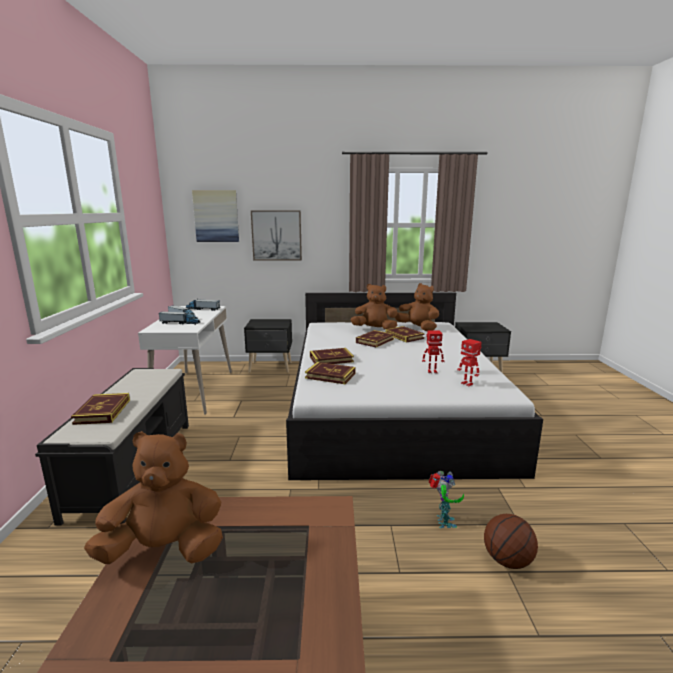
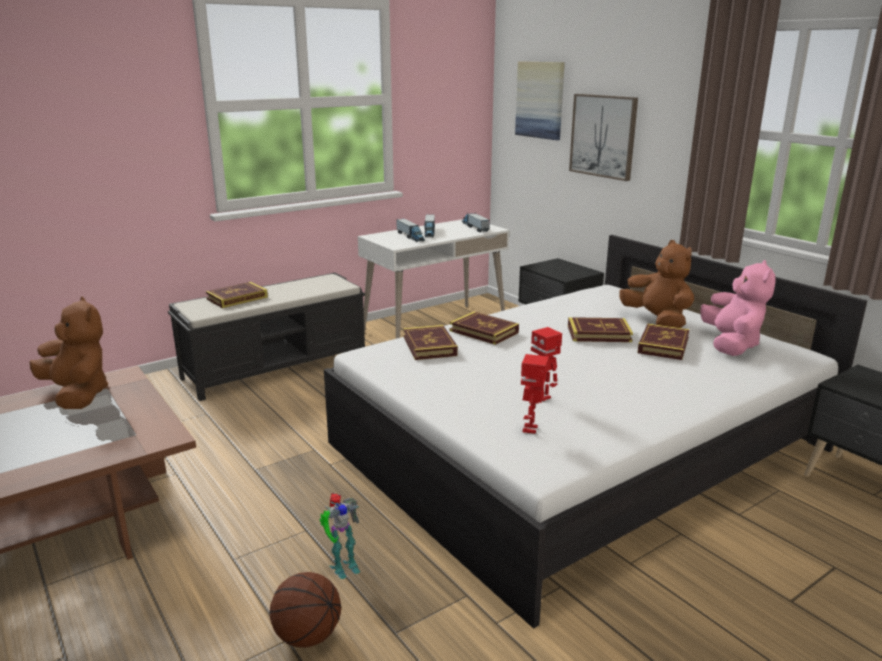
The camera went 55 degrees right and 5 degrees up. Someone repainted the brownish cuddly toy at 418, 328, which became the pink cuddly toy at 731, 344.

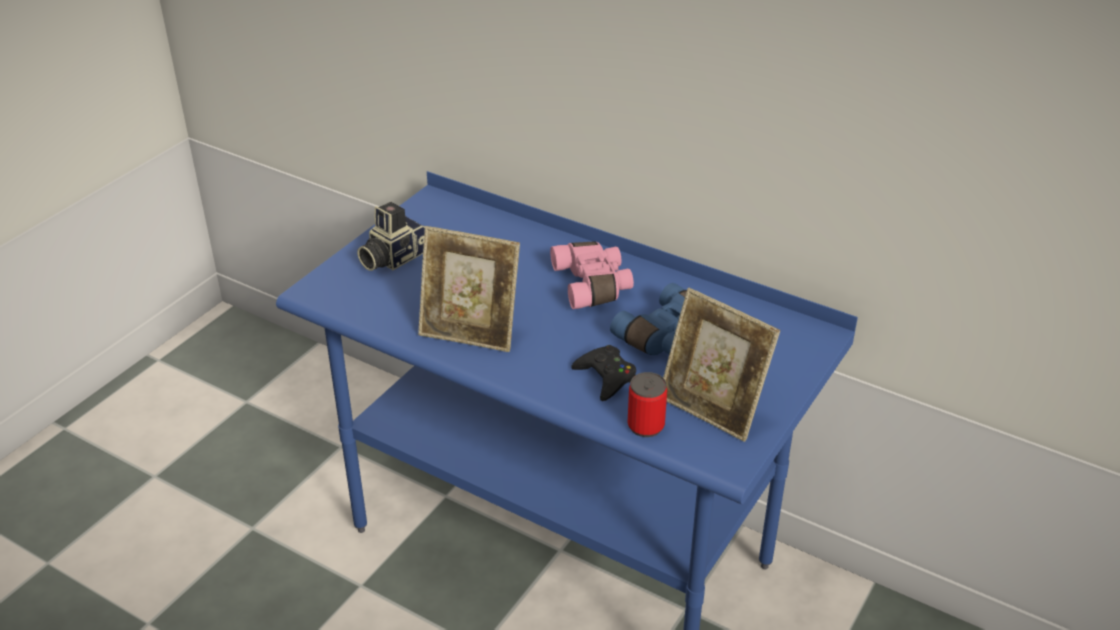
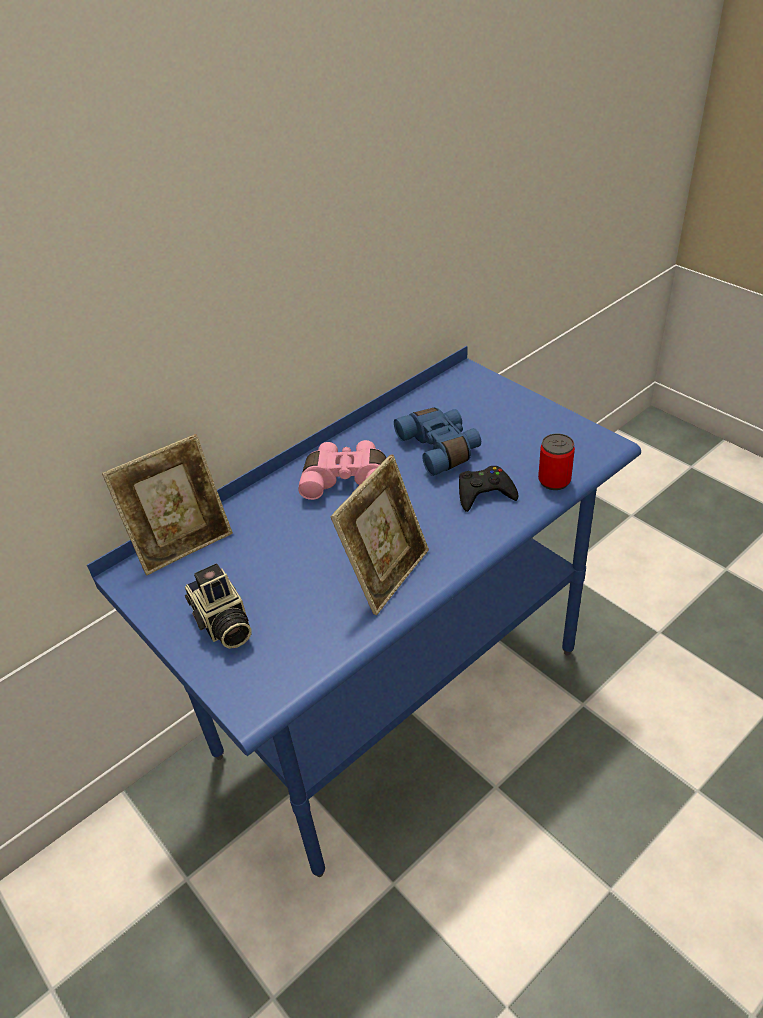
The camera went 70 degrees left and 5 degrees up. Someone carried the picture frame from 712, 409 to 183, 544.

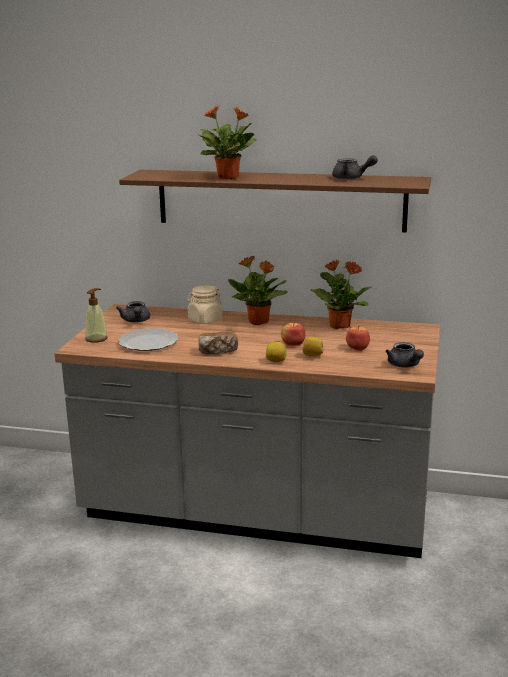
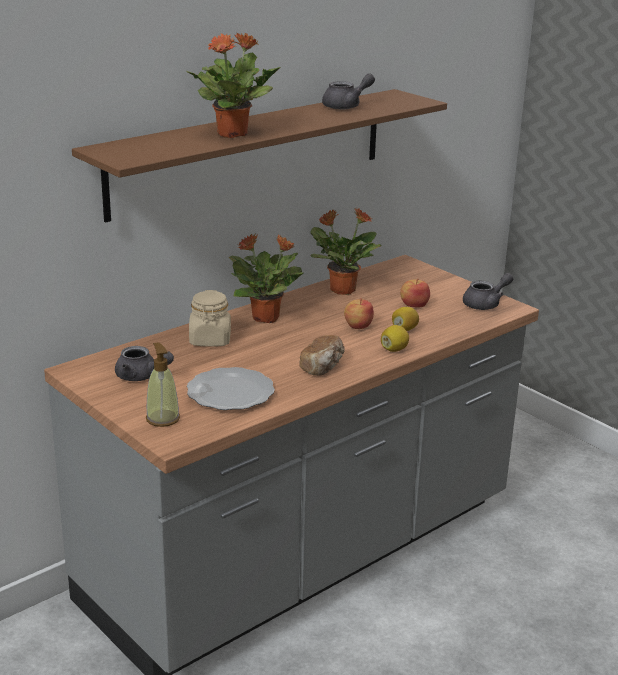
The camera went 55 degrees left and 5 degrees up. Someone rotated the grey pot for tea at 405, 365 by 45 degrees counterclockwise.

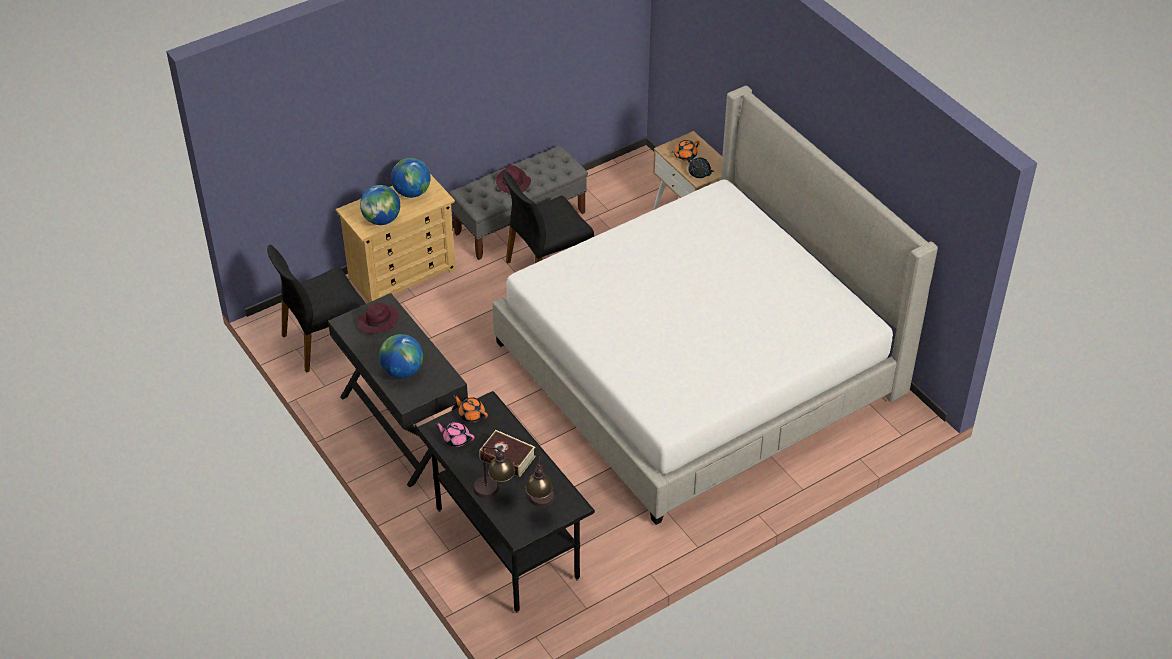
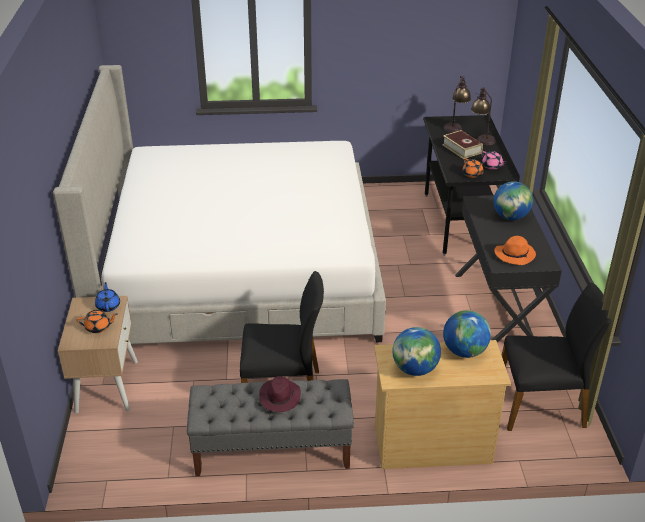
The camera went 150 degrees left and 10 degrees down. Someone repainted the purple-coloured wearable hat at 378, 322, which became the orange-coloured wearable hat at 515, 254. Someone repainted the black pot for tea at 699, 173, which became the blue pot for tea at 108, 306.

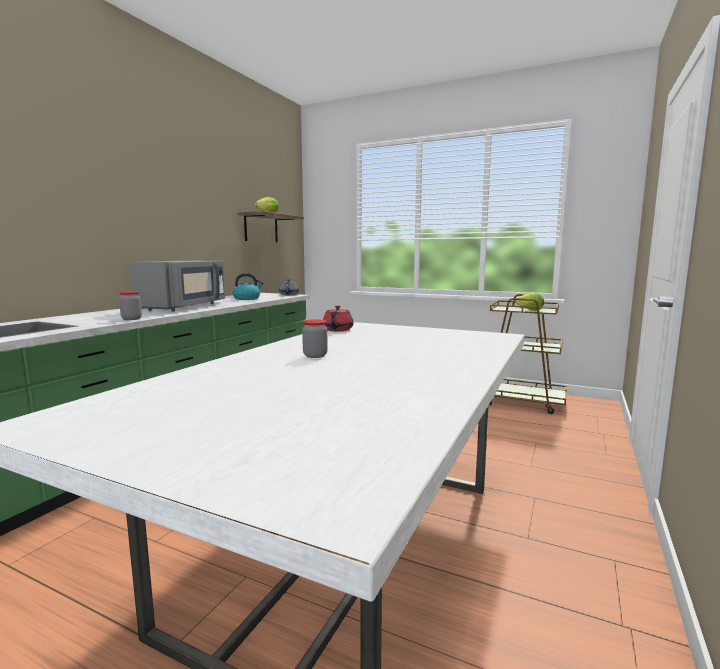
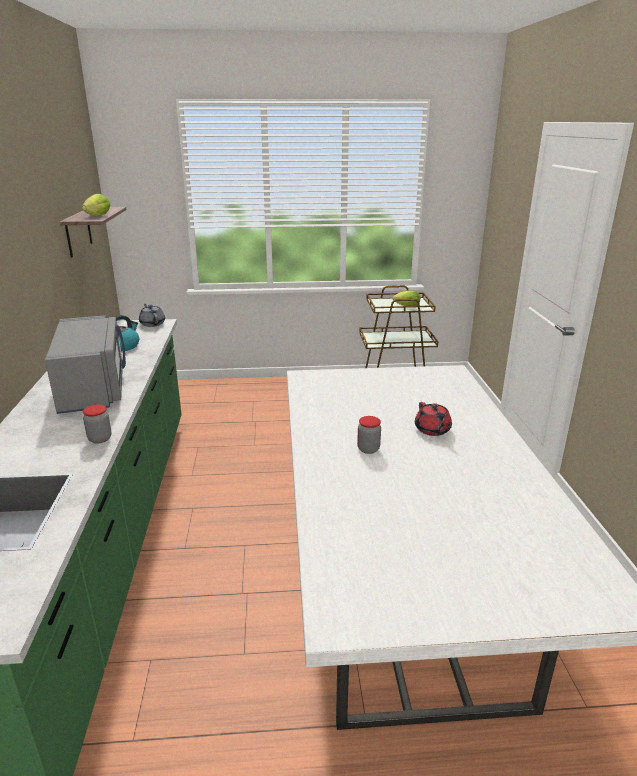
The camera went 30 degrees left and 15 degrees up. Someone carried the red pot for tea from 337, 330 to 432, 430.

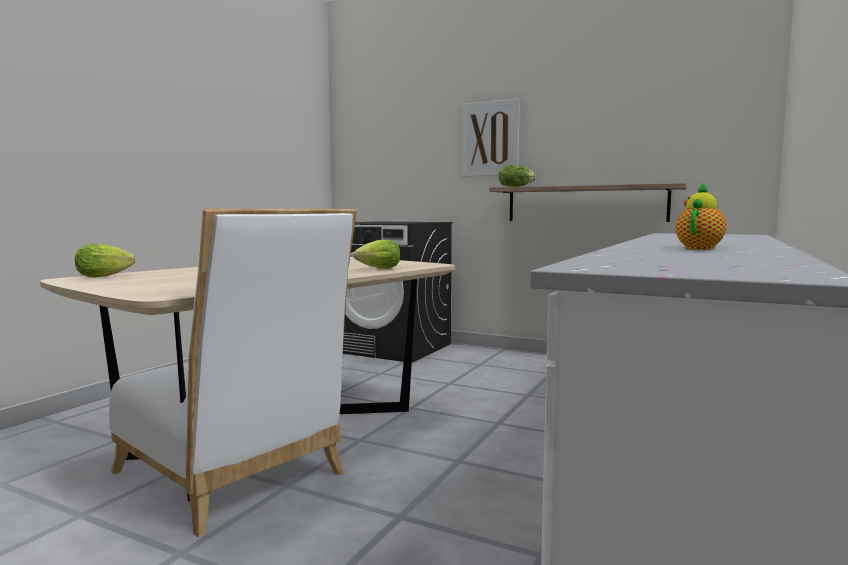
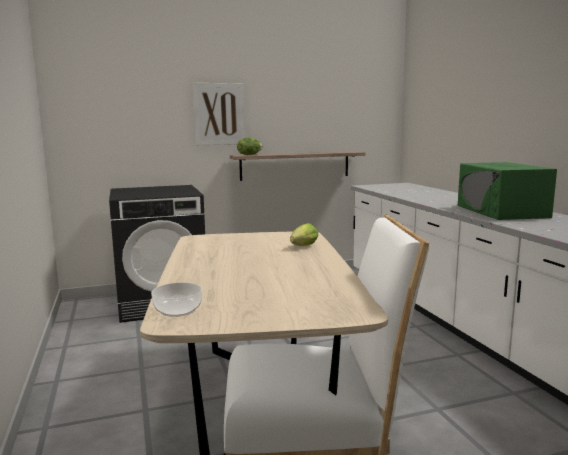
The camera went 45 degrees left and 5 degrees up. Someone swapped the head of lettuce at 107, 276 for the serving bowl at 177, 310. Someone swapped the pot for tea at 700, 248 for the green-coloured microwave oven at 501, 211.

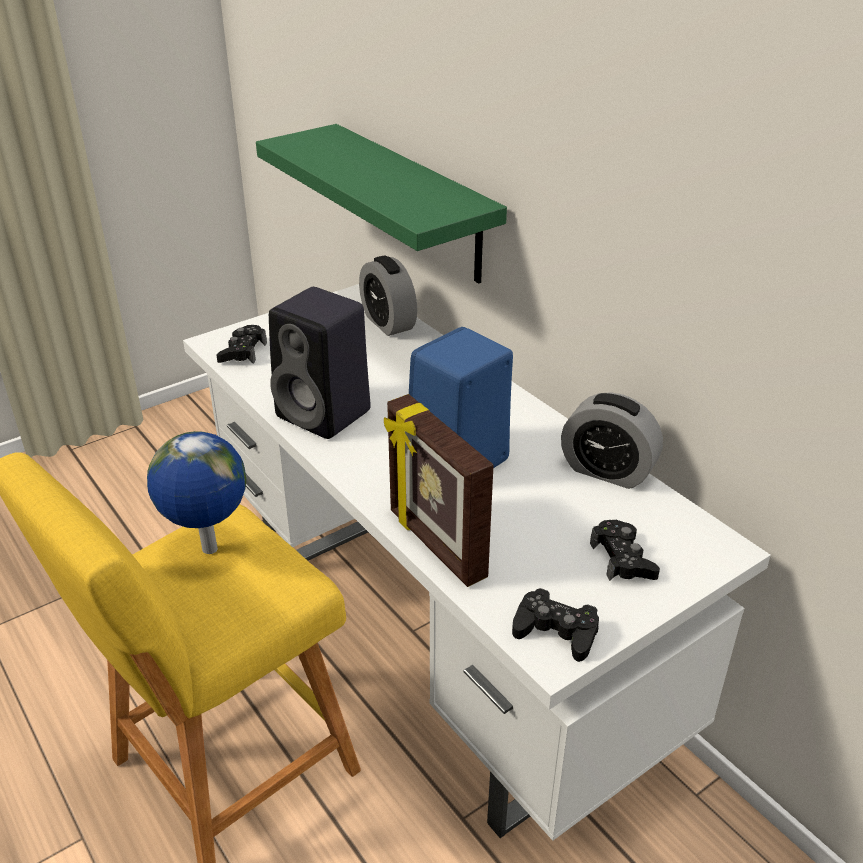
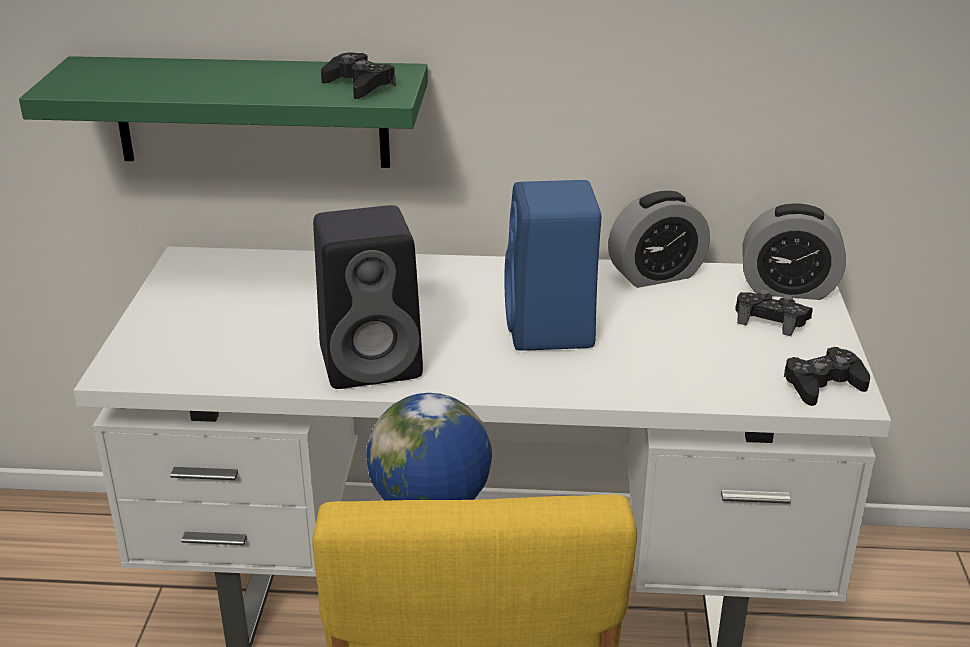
The camera went 50 degrees left and 5 degrees down. Someone took away the picture frame at 435, 545. Someone carried the black game controller from 243, 352 to 359, 85. Someone carried the table clock from 388, 323 to 788, 289.

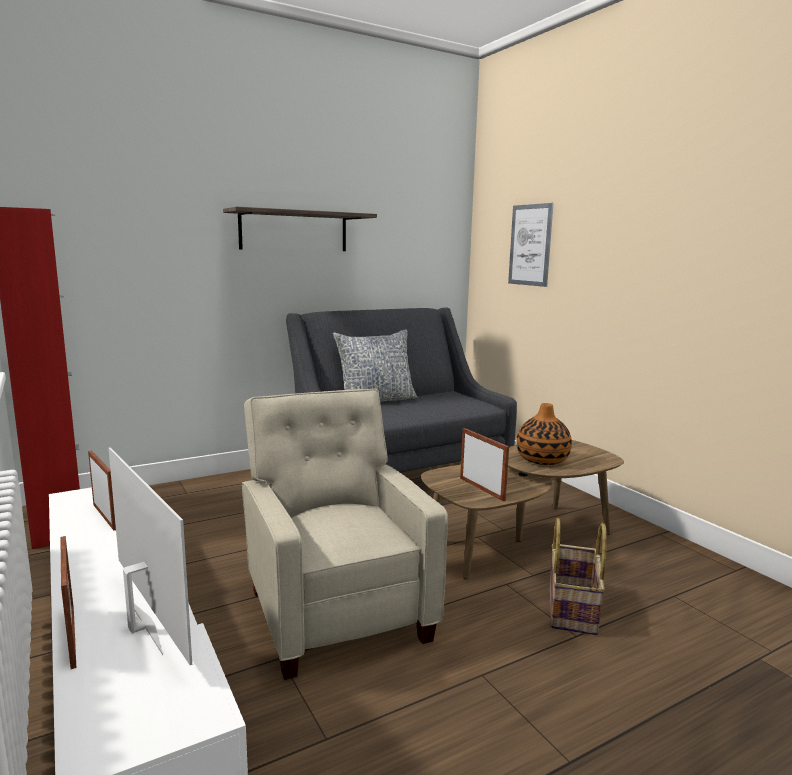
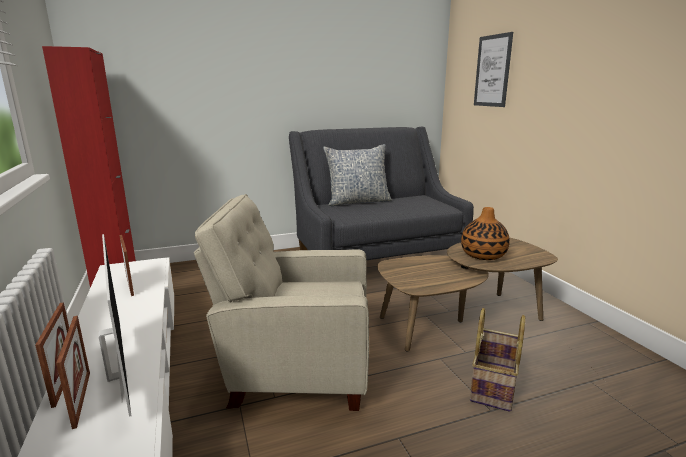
The camera went 10 degrees right and 5 degrees up. Someone took away the wall shelf at 294, 231. Someone carried the picture frame from 481, 489 to 81, 398. Someone rotated the beige easy chair at 336, 610 by 75 degrees counterclockwise.

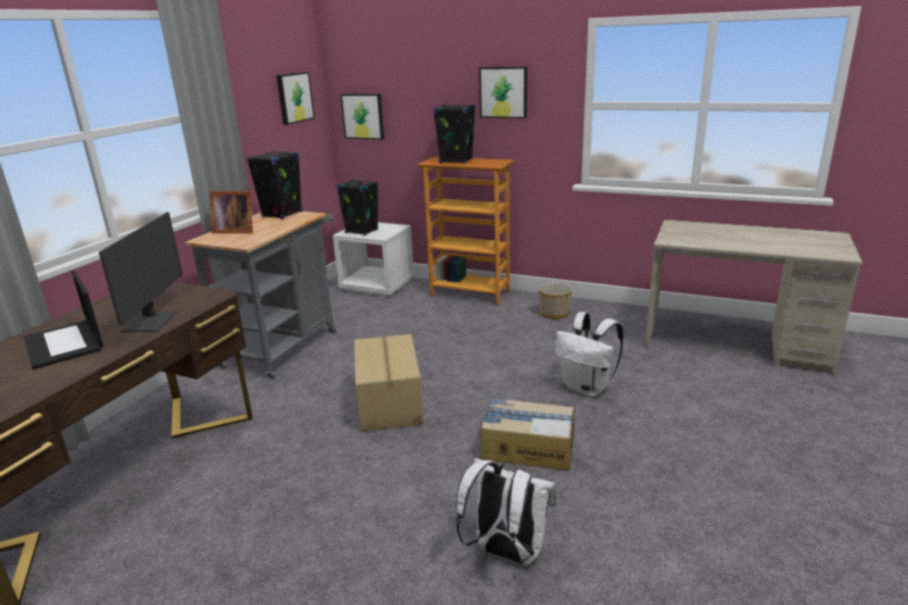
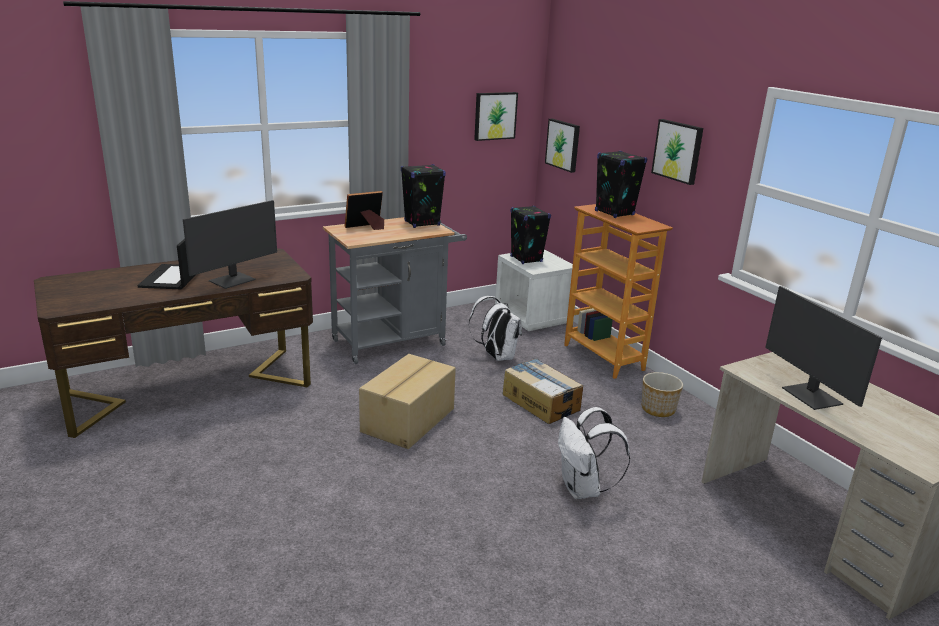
The camera went 35 degrees right and 0 degrees up. Someone put down the monitor at 810, 396. Someone carried the whitish backpack from 505, 552 to 496, 356. Someone carried the packing box from 527, 447 to 541, 402. Someone rotated the picture frame at 234, 231 by 105 degrees clockwise.

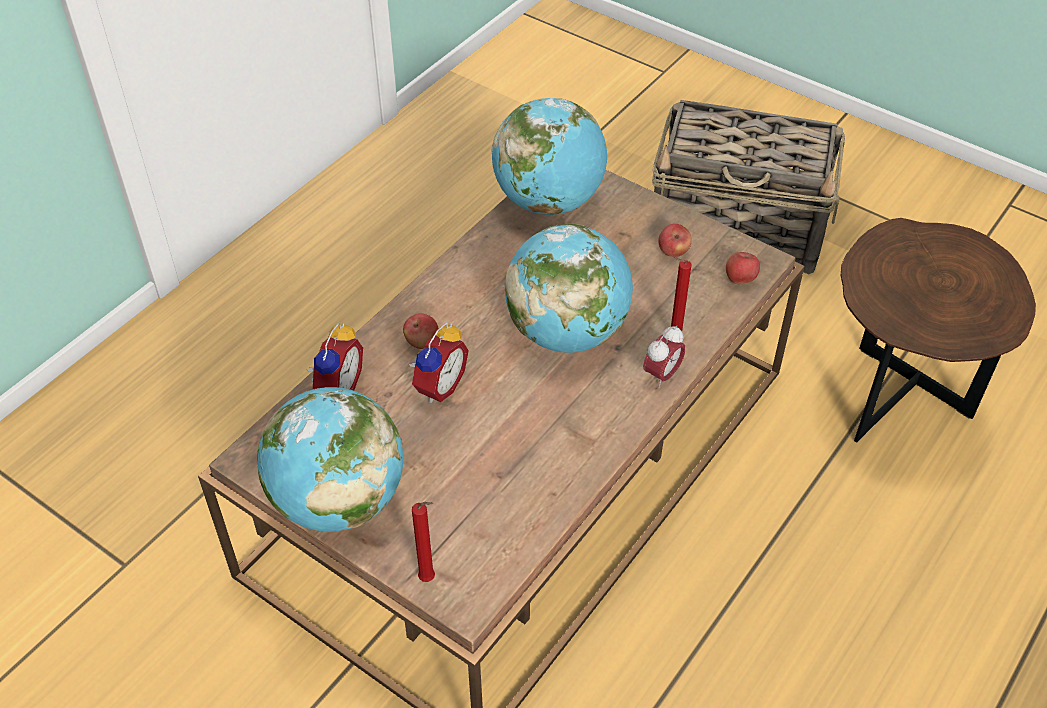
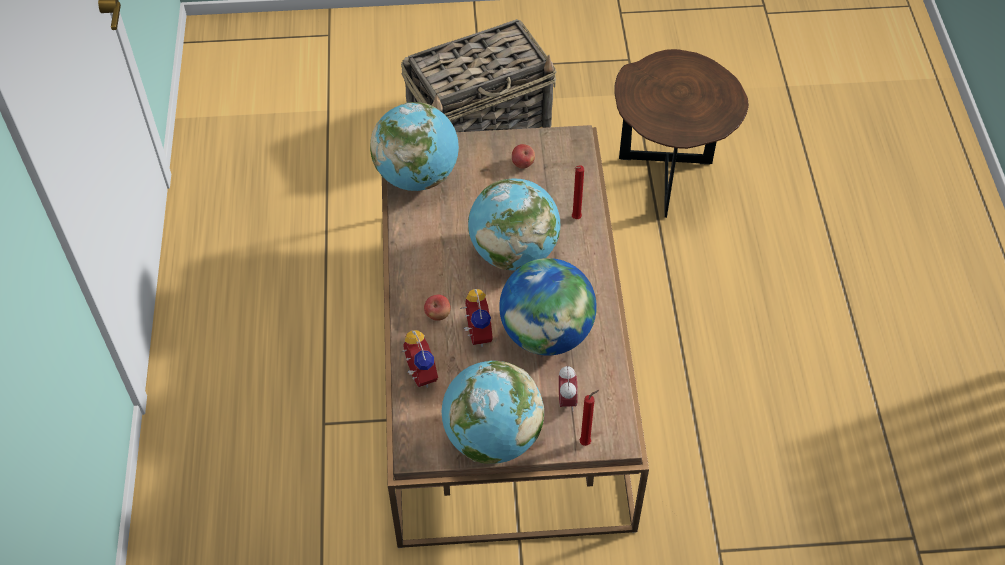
The camera went 40 degrees left and 5 degrees up. Someone took away the apple at 740, 279. Someone put down the globe at 546, 334. Someone carried the table clock from 662, 375 to 566, 401.

